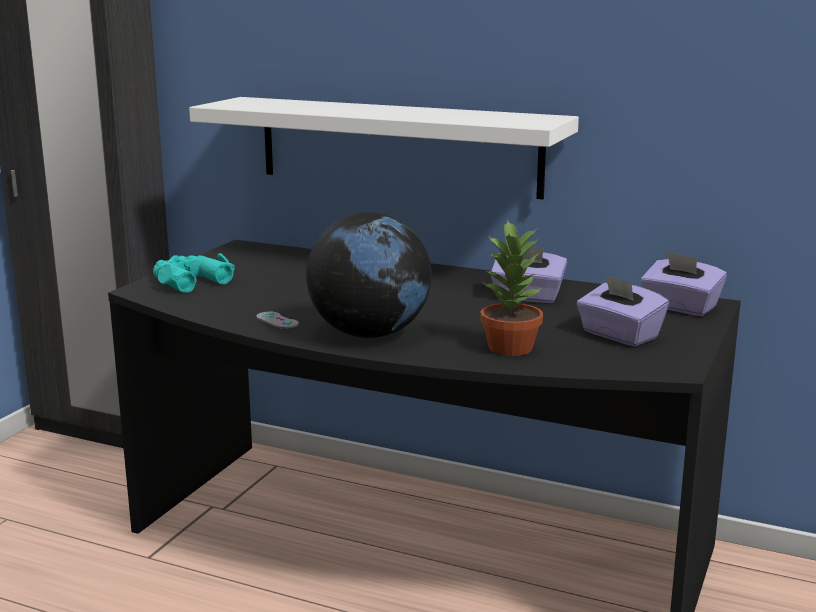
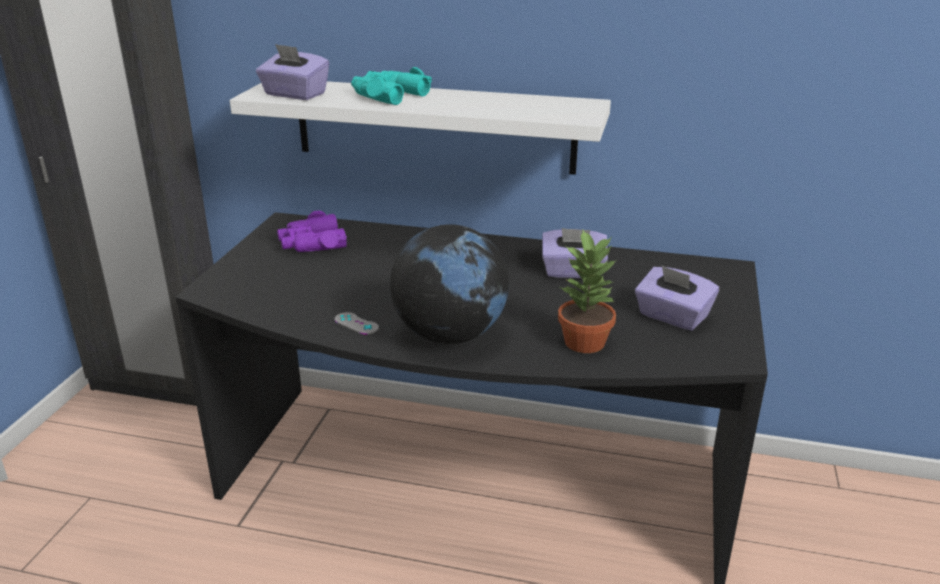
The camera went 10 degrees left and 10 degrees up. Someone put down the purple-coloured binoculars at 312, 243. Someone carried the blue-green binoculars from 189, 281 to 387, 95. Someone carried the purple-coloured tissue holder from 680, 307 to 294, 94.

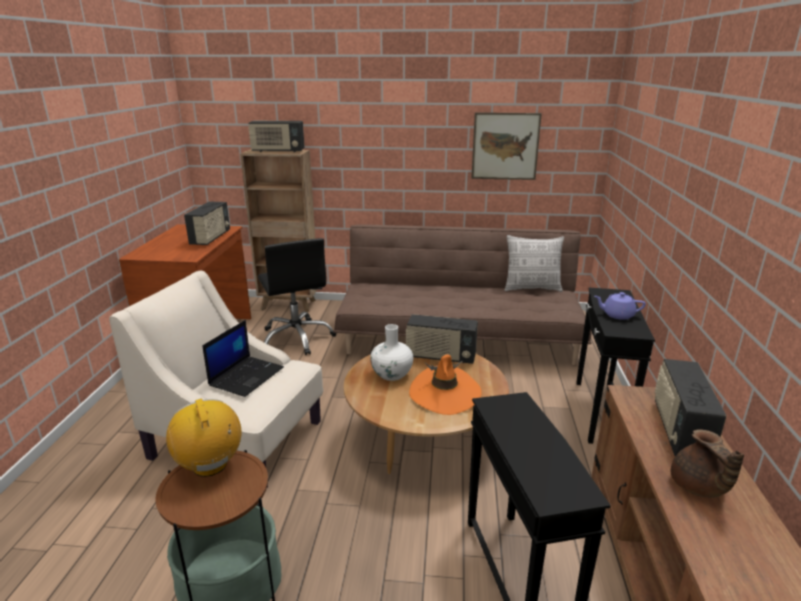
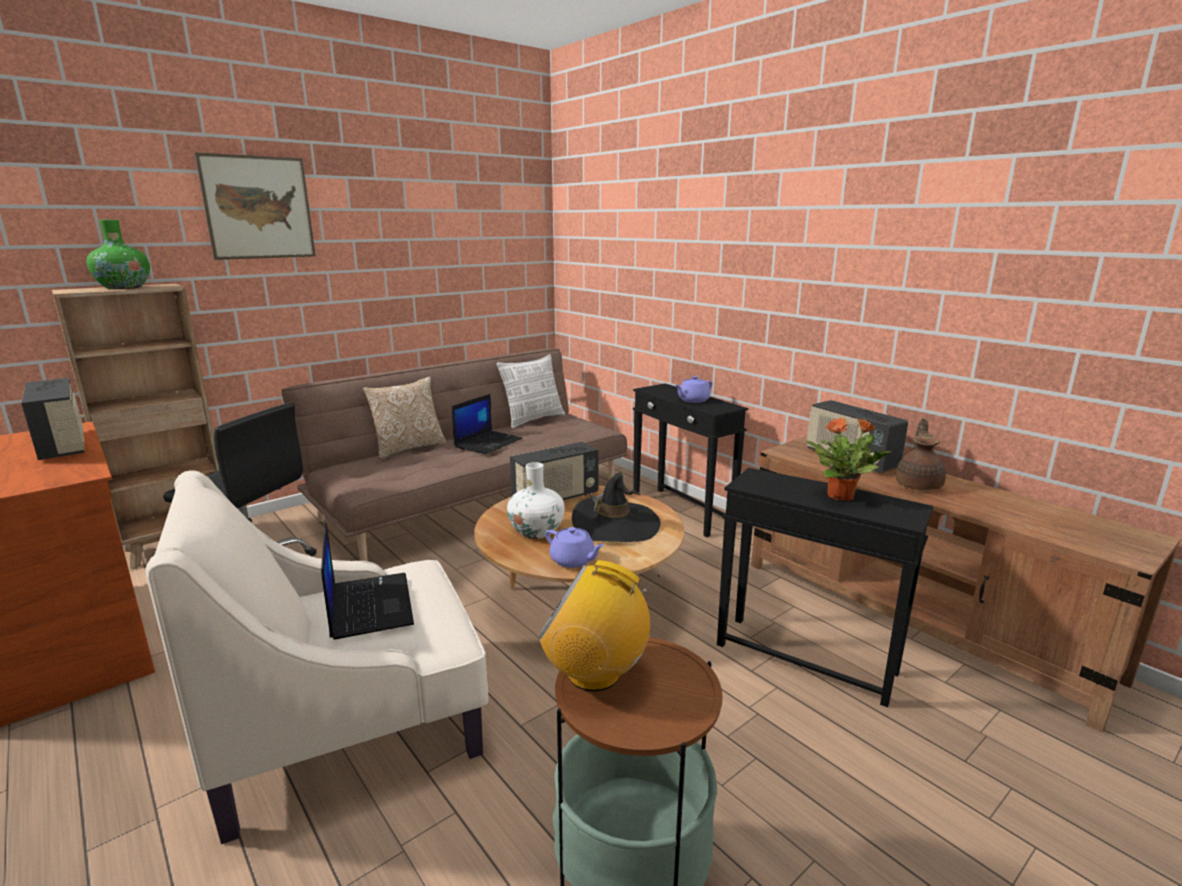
The camera went 45 degrees left and 5 degrees down. Someone put down the throw pillow at 408, 448. Someone put down the laptop at 488, 442. Someone put down the purple-coloured pot for tea at 573, 560. Someone put down the houseplant at 841, 496. Someone carried the wall art from 505, 146 to 258, 208. Someone swapped the radio receiver at 278, 151 for the green-coloured flower vase at 124, 287. Someone repainted the orange-coloured wearable hat at 444, 393, which became the black wearable hat at 615, 525. Someone rotated the brownish pot for tea at 697, 487 by 105 degrees counterclockwise.

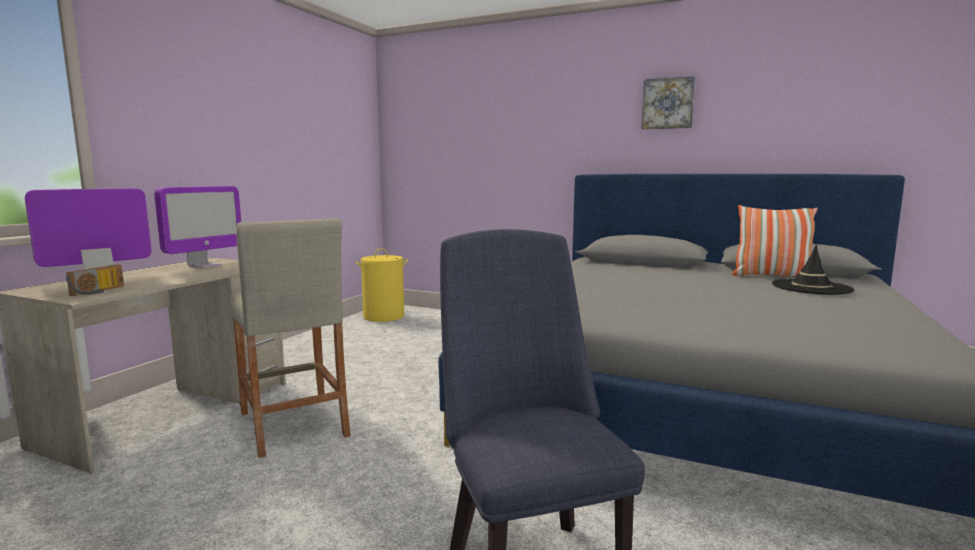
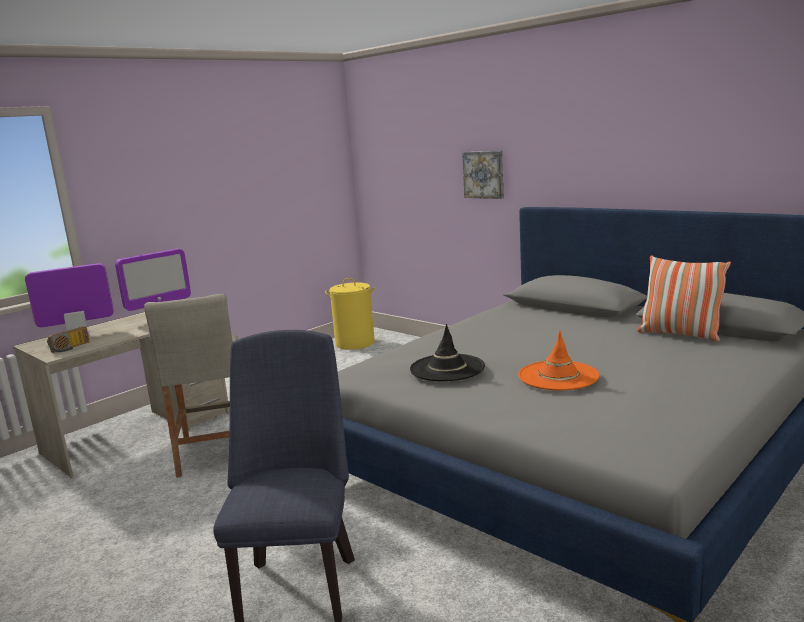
The camera went 20 degrees right and 5 degrees up. Someone put down the orange-coloured wearable hat at 558, 376. Someone carried the wall art from 668, 103 to 484, 174. Someone carried the black wearable hat from 811, 287 to 447, 368.

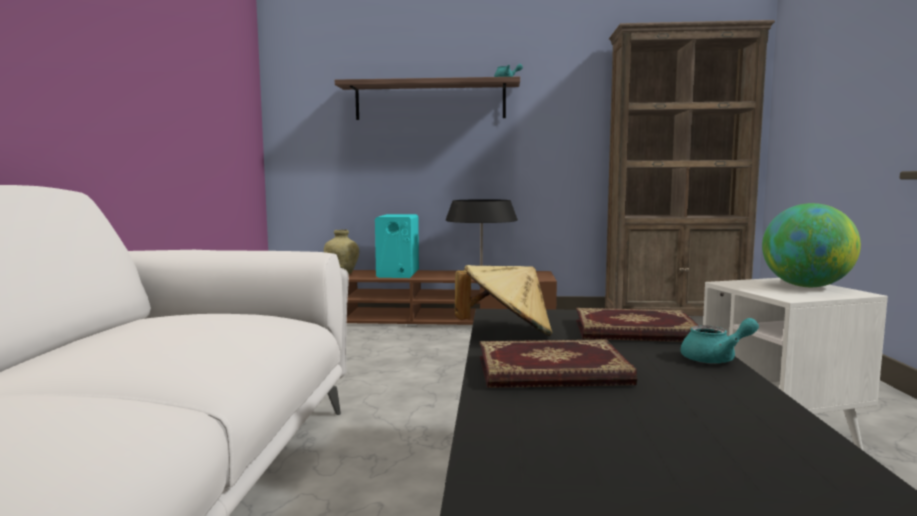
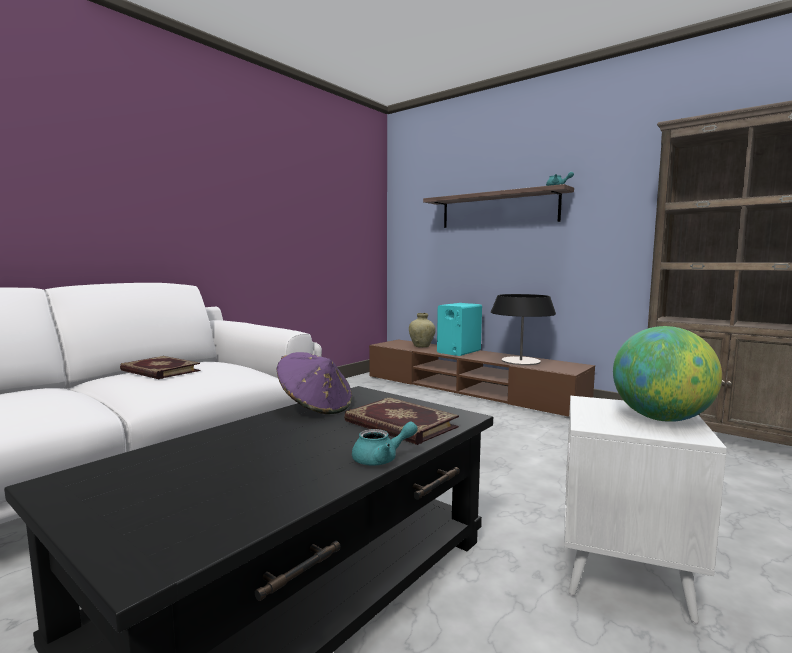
The camera went 35 degrees right and 0 degrees up. Someone carried the bound book from 552, 372 to 159, 371. Someone repainted the beige wearable hat at 506, 334, which became the purple-coloured wearable hat at 315, 407. Someone rotated the blue-green pot for tea at 716, 359 by 45 degrees counterclockwise.

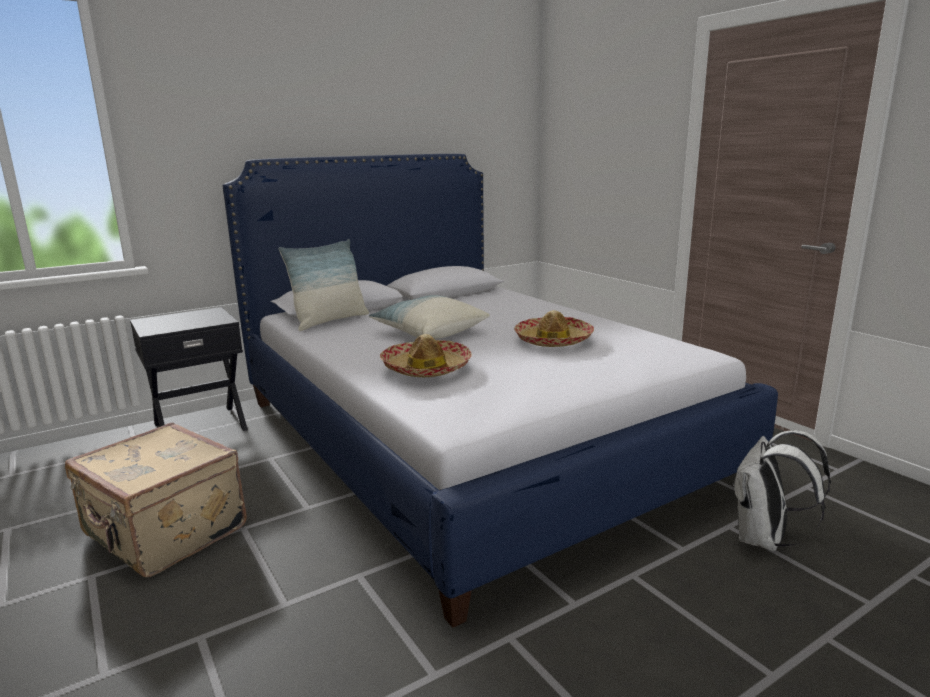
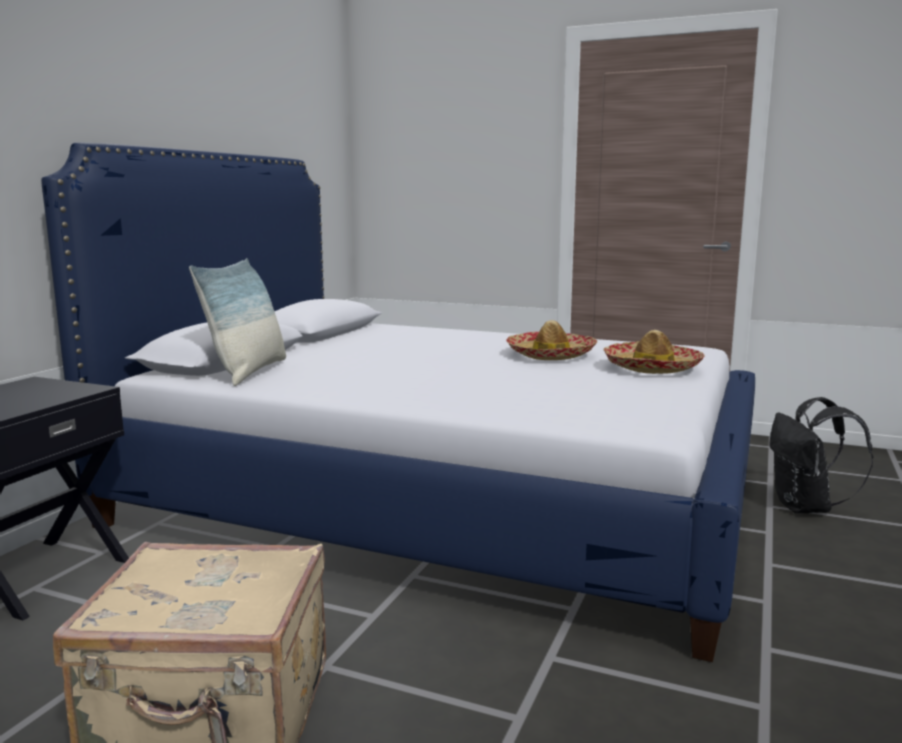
The camera went 35 degrees left and 5 degrees down. Someone took away the throw pillow at 429, 332. Someone carried the wearable hat from 426, 368 to 652, 368. Someone repainted the whitish backpack at 765, 540, which became the black backpack at 806, 508.

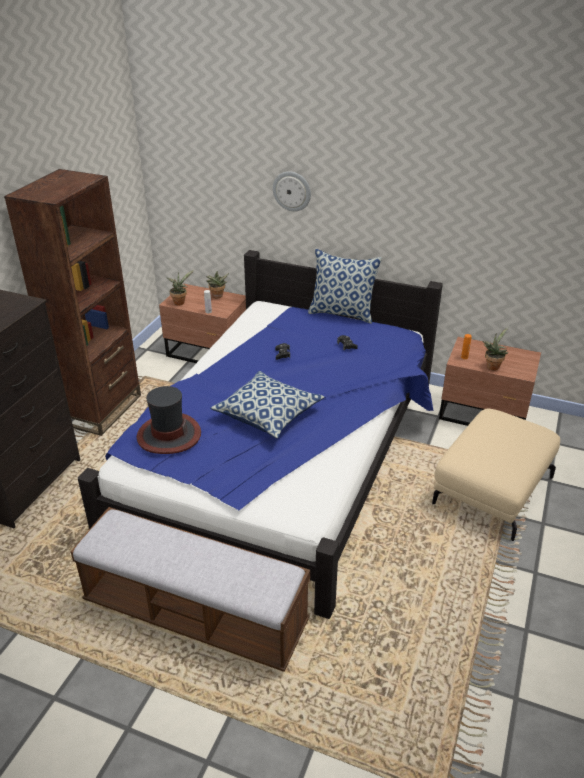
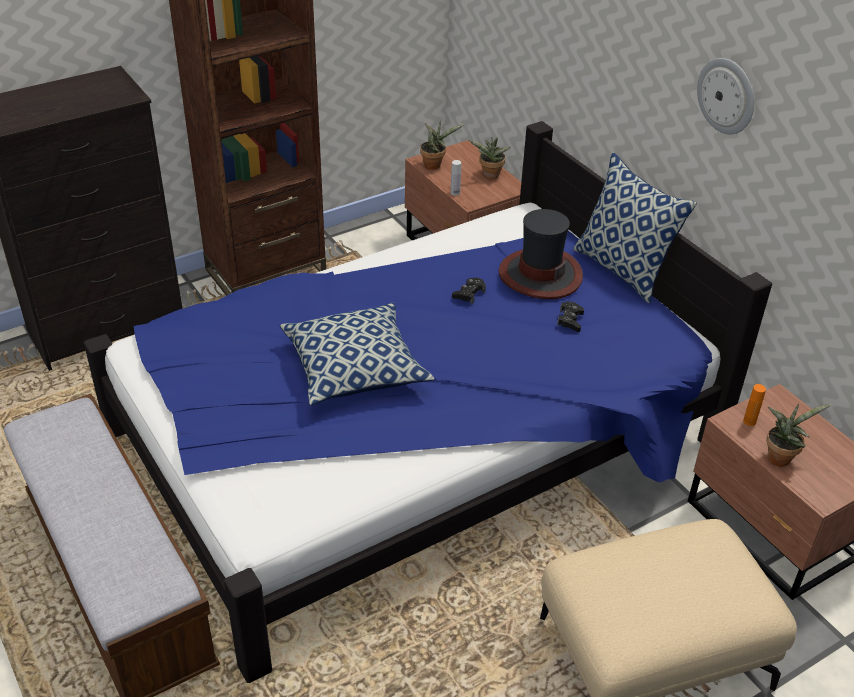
The camera went 35 degrees right and 5 degrees up. Someone carried the wearable hat from 168, 435 to 539, 274. Someone carried the clock on the wall from 292, 191 to 727, 95.

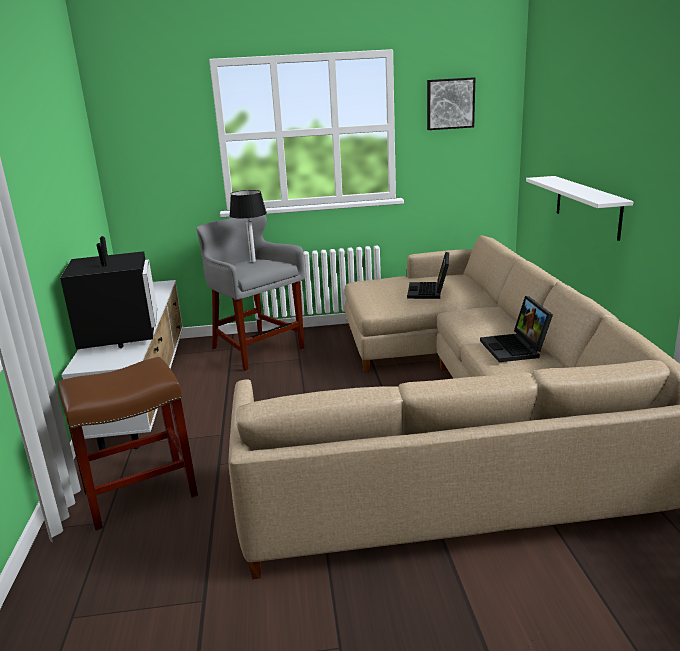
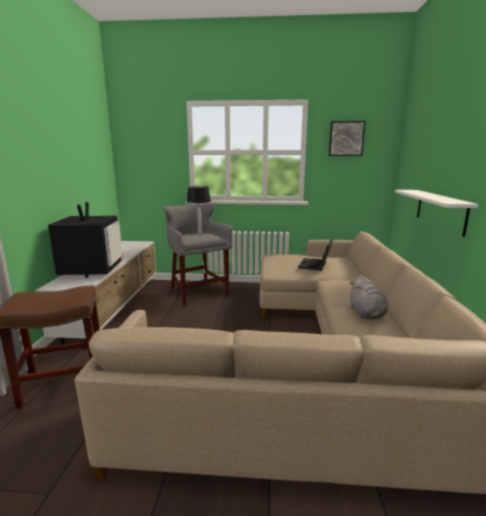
The camera went 10 degrees right and 5 degrees down. Someone swapped the laptop at 515, 349 for the grey cuddly toy at 367, 314.

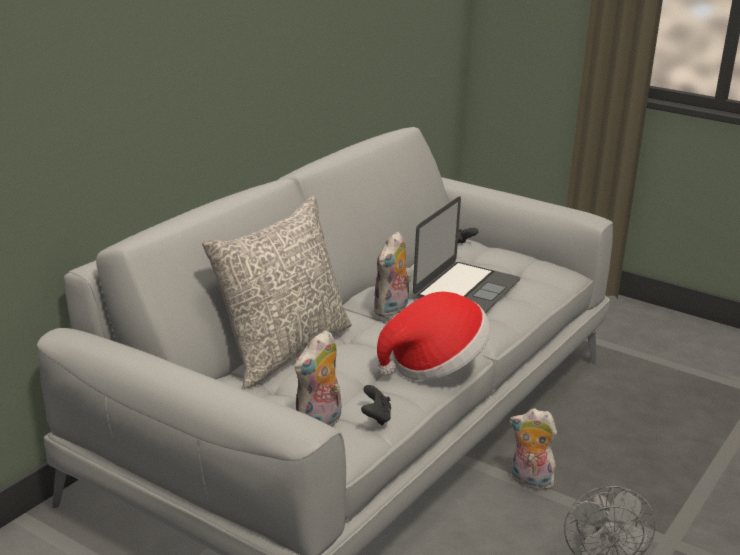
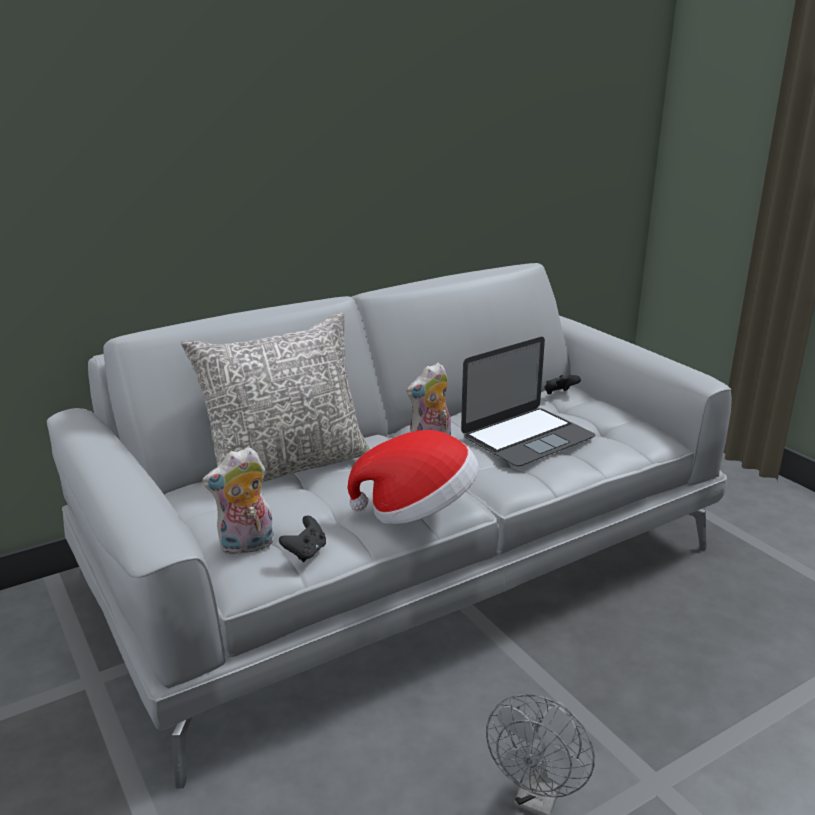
The camera went 25 degrees right and 0 degrees up. Someone took away the cuddly toy at 529, 482.

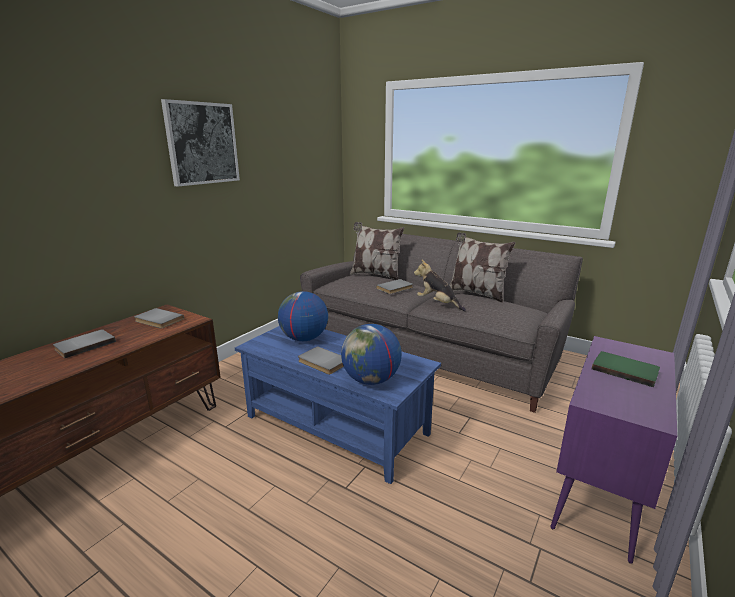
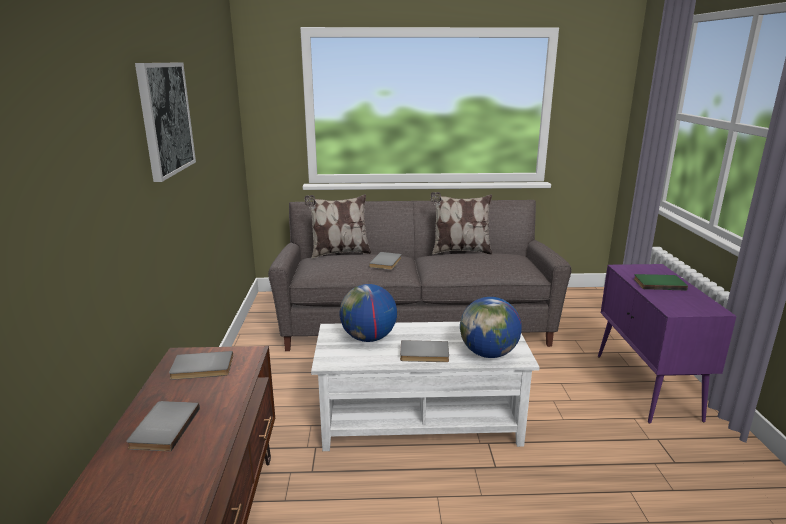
The camera went 35 degrees left and 0 degrees up. Someone took away the cuddly toy at 437, 304. Someone repainted the blue coffee table at 337, 425, which became the whitish coffee table at 420, 420.

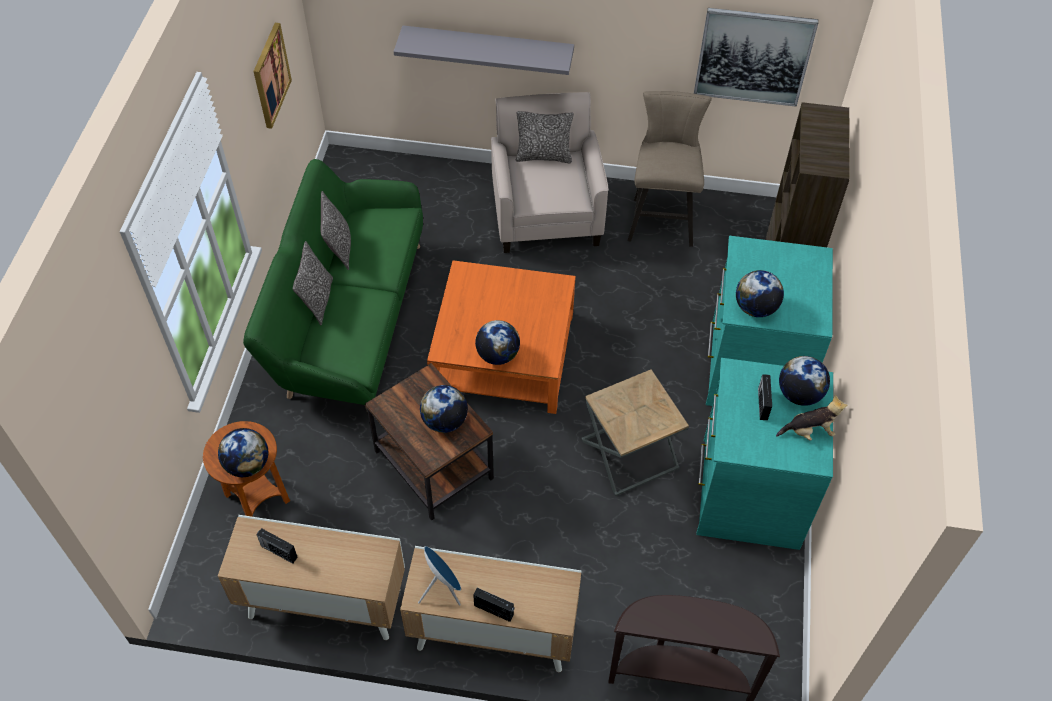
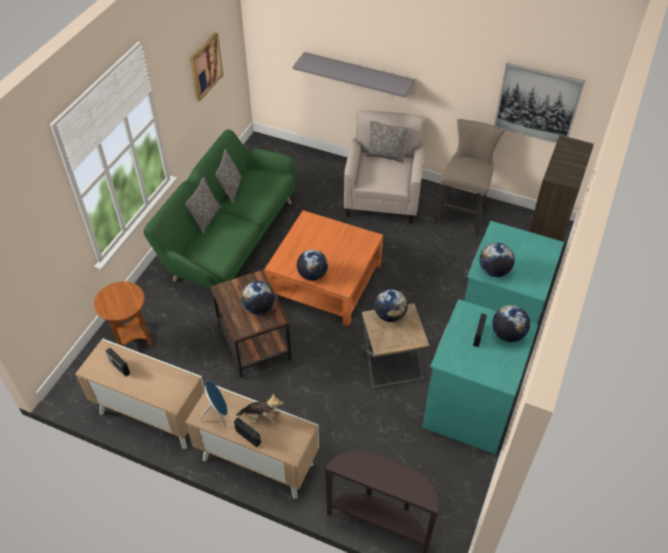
The camera went 15 degrees right and 5 degrees down. Someone carried the globe from 248, 464 to 390, 315. Someone carried the cuddly toy from 809, 431 to 261, 417.

